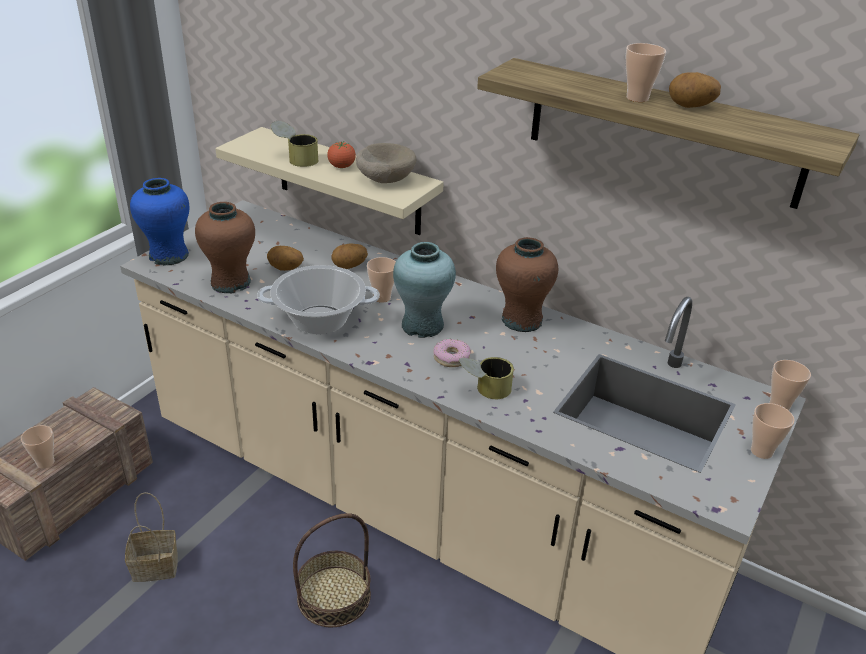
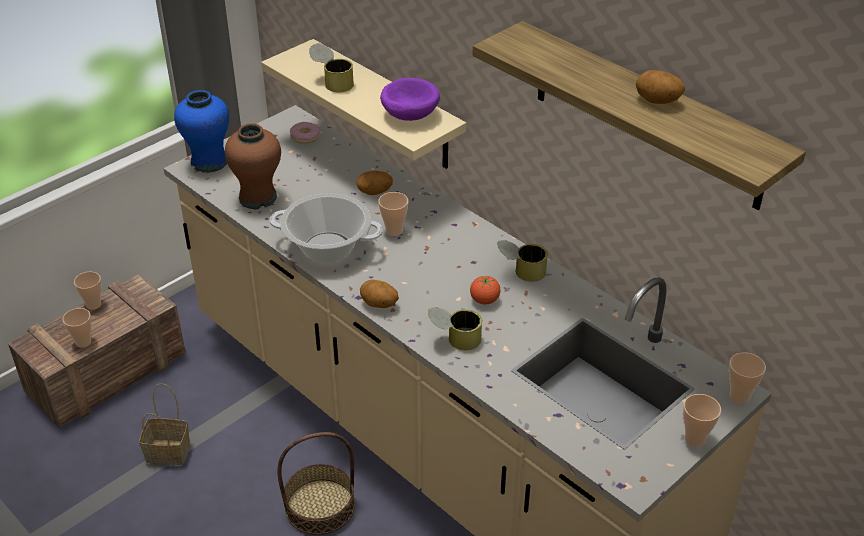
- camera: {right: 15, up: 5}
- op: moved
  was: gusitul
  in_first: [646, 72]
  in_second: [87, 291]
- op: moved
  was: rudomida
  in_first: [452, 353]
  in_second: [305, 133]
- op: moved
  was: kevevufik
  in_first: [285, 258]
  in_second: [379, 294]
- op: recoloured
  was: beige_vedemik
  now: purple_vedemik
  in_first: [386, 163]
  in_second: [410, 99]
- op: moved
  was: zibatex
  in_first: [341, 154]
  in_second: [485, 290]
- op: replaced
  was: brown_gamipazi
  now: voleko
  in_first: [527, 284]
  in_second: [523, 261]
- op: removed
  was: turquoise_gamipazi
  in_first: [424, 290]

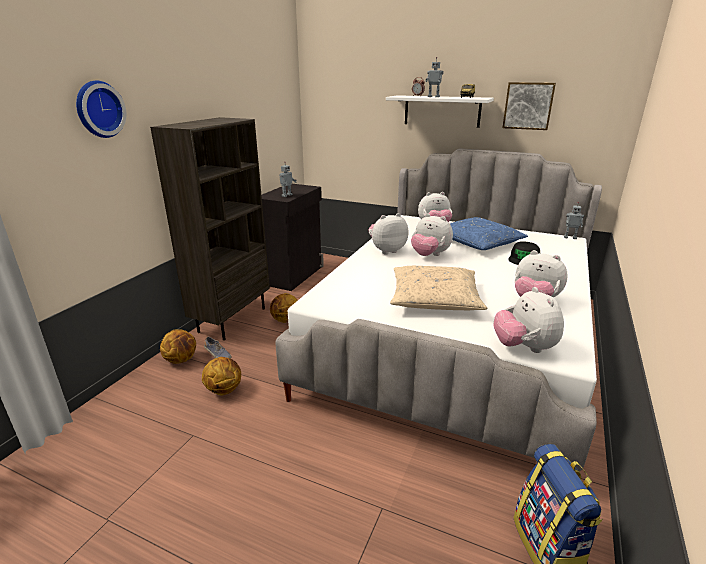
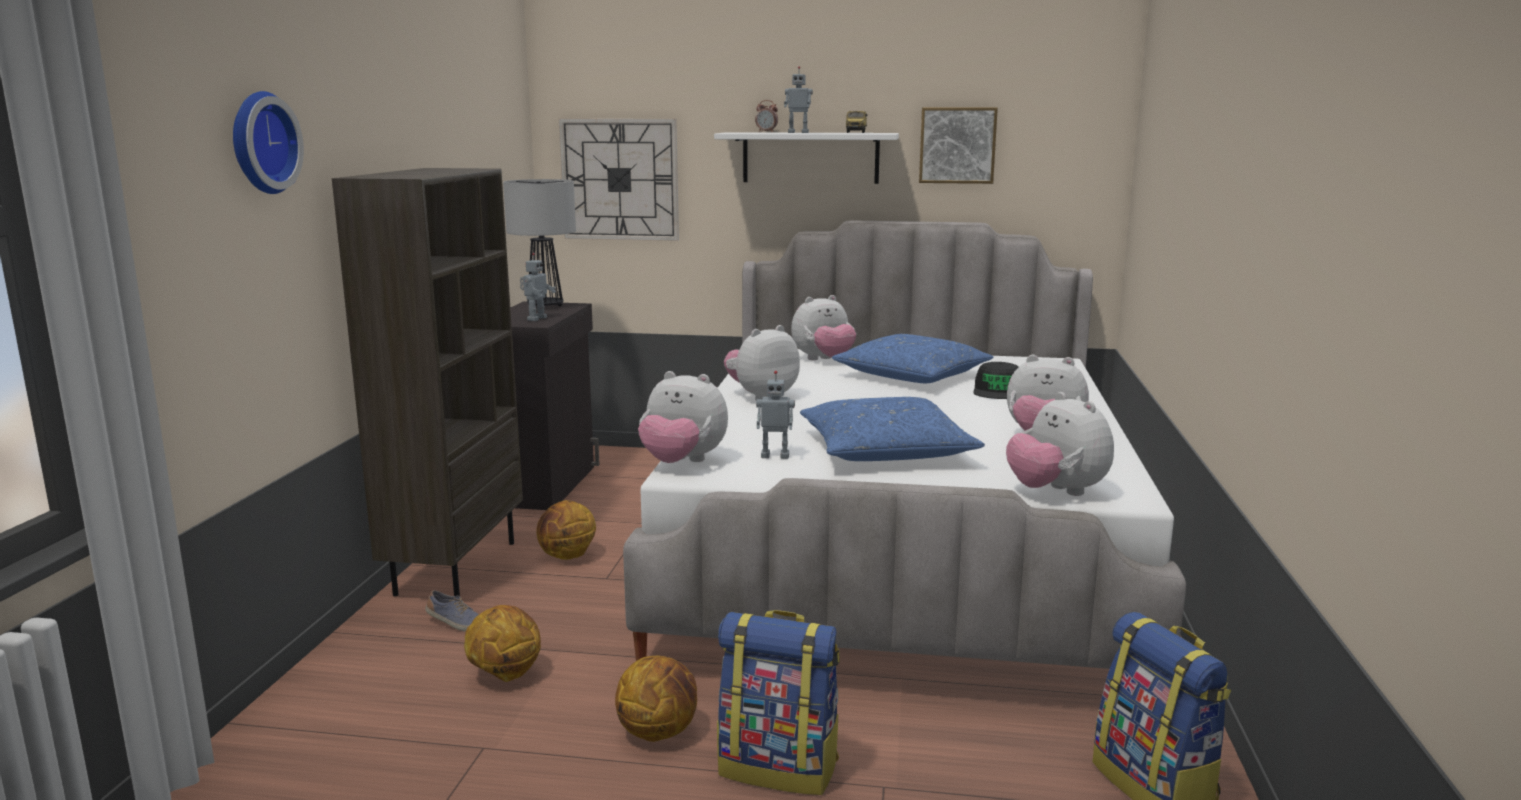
- camera: {right: -15, up: -10}
- op: added
  now: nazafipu
  in_second: [539, 242]
- op: added
  now: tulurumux
  in_second: [619, 180]
- op: moved
  was: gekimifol
  in_first: [178, 346]
  in_second: [656, 699]
- op: moved
  was: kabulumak
  in_first: [432, 234]
  in_second: [683, 417]
- op: added
  now: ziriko
  in_second: [778, 702]
- op: moved
  was: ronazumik
  in_first: [574, 220]
  in_second: [775, 415]
- op: recoloured
  was: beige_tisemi
  now: blue_tisemi
  in_first: [439, 288]
  in_second: [892, 429]

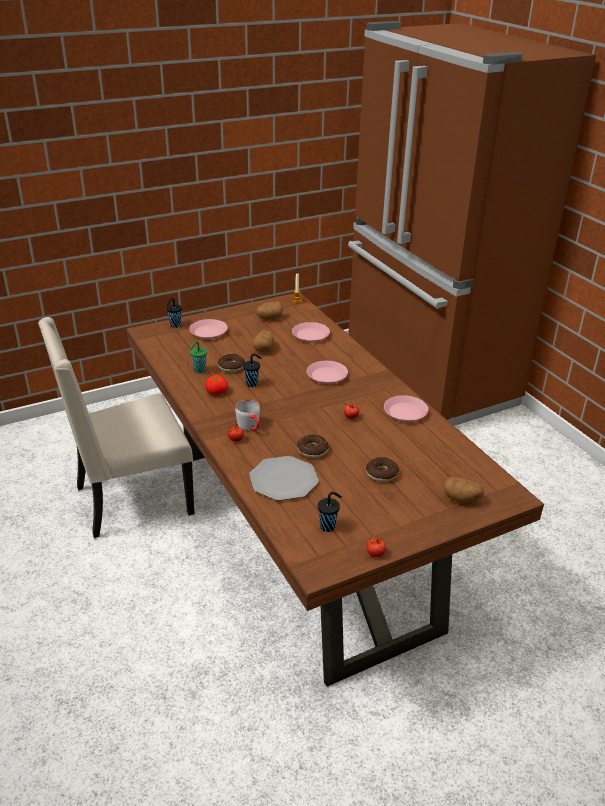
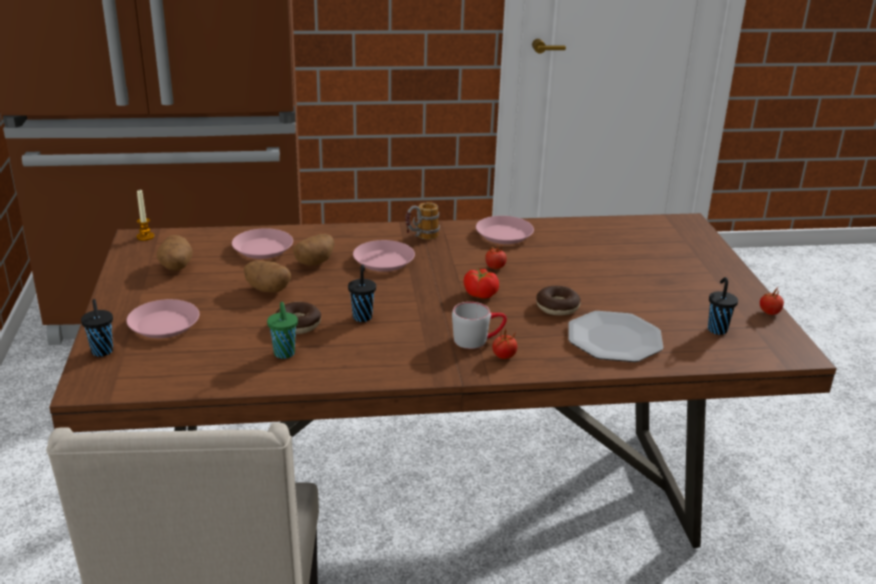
- camera: {right: -70, up: -5}
- op: moved
  was: kevevufik
  in_first: [463, 490]
  in_second: [314, 250]
- op: added
  now: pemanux
  in_second: [422, 221]
- op: moved
  was: zibatex
  in_first: [216, 384]
  in_second: [481, 284]
- op: removed
  was: rudomida
  in_first: [382, 469]

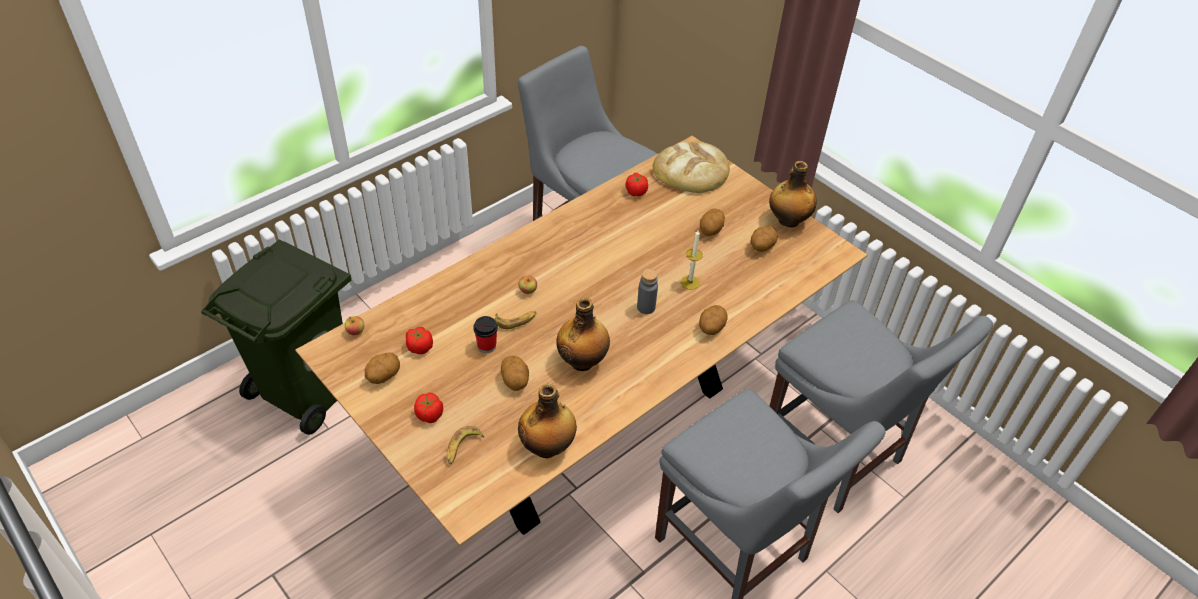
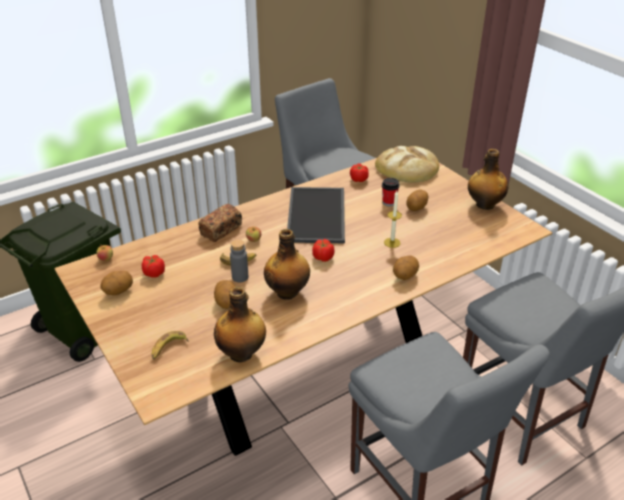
- camera: {right: 10, up: -10}
- op: added
  now: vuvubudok
  in_second: [220, 223]
- op: moved
  was: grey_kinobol
  in_first: [647, 291]
  in_second: [239, 260]
- op: added
  now: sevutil
  in_second: [316, 215]
- op: moved
  was: zibatex
  in_first: [428, 407]
  in_second: [323, 250]
- op: moved
  was: gusitul
  in_first: [485, 334]
  in_second: [391, 192]
- op: removed
  was: kevevufik
  in_first: [764, 239]

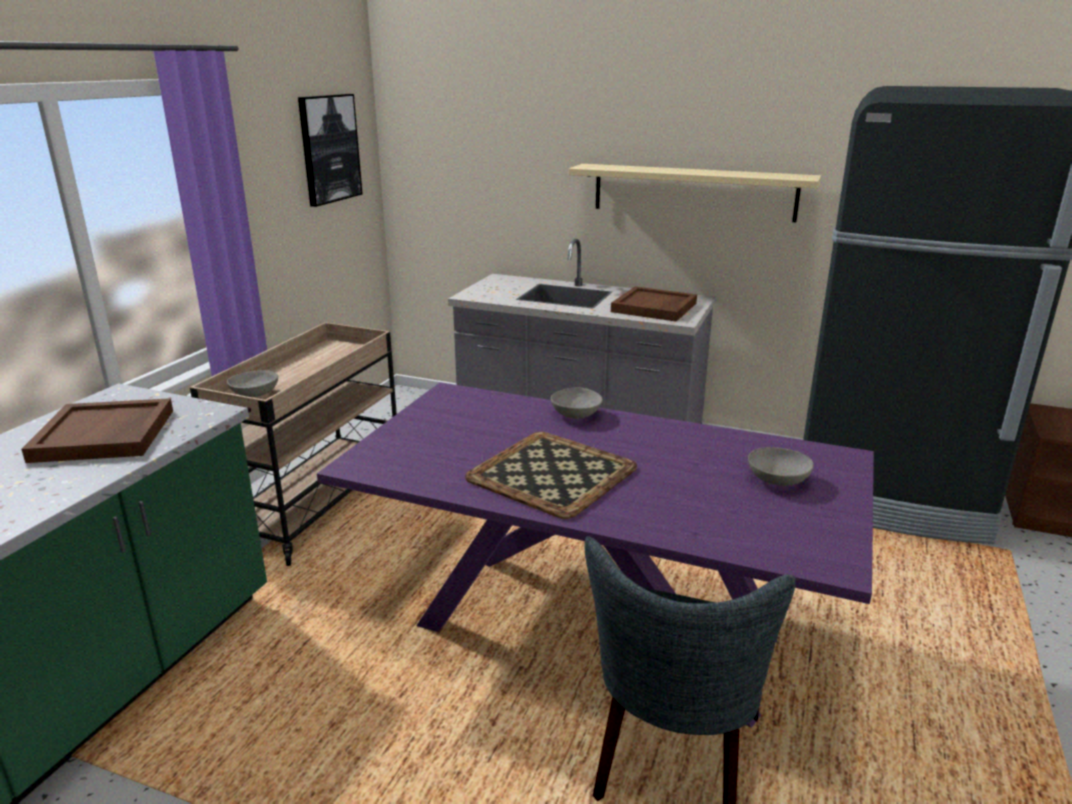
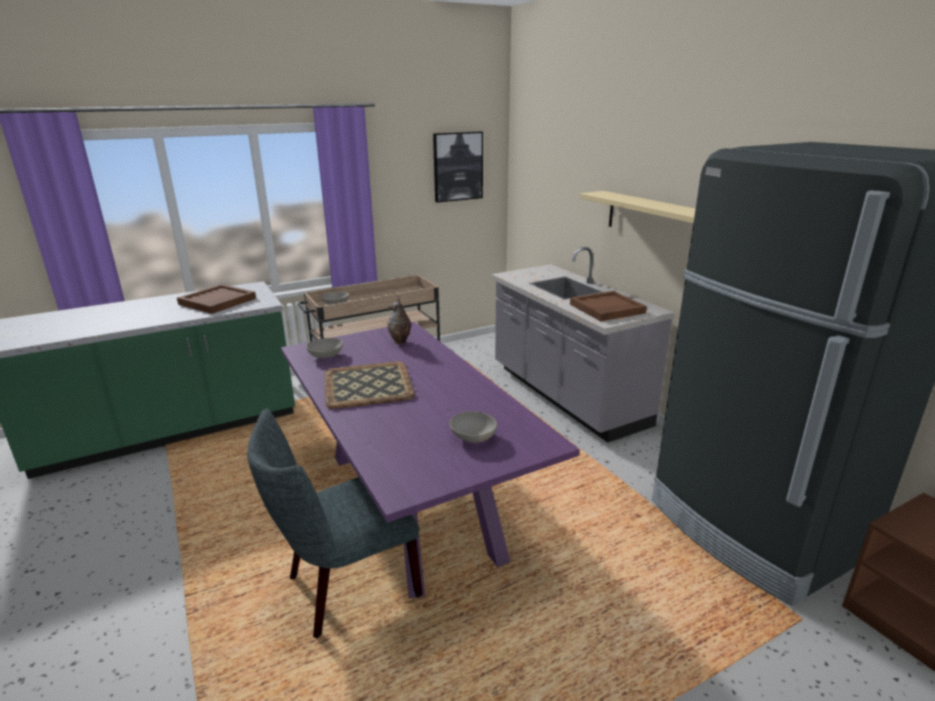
- camera: {right: 40, up: 0}
- op: moved
  was: grey_vedemik
  in_first: [577, 403]
  in_second: [324, 348]
- op: added
  now: gamipazi
  in_second: [399, 320]

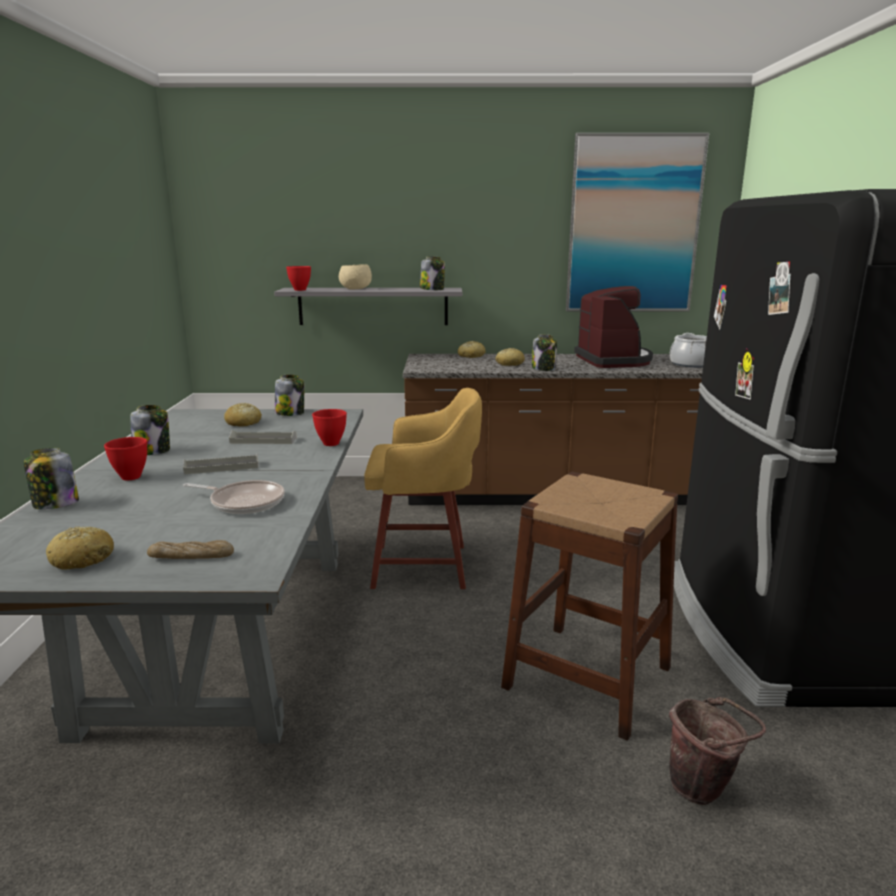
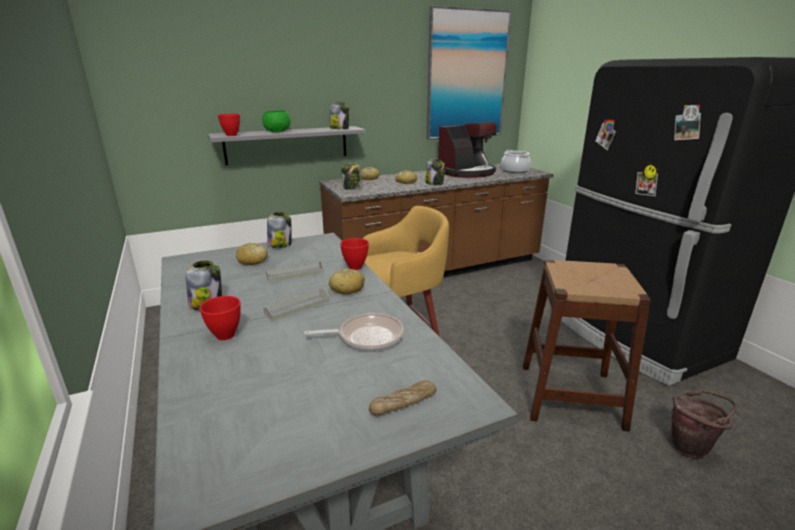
- camera: {right: -25, up: 5}
- op: recoloured
  was: beige_vedemik
  now: green_vedemik
  in_first: [355, 277]
  in_second: [276, 121]
- op: moved
  was: vuvubudok
  in_first: [80, 548]
  in_second: [347, 281]
- op: moved
  was: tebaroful
  in_first: [51, 478]
  in_second: [351, 176]
- op: turned
  was: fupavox
  in_first: [613, 327]
  in_second: [467, 150]
  clockwise: 90

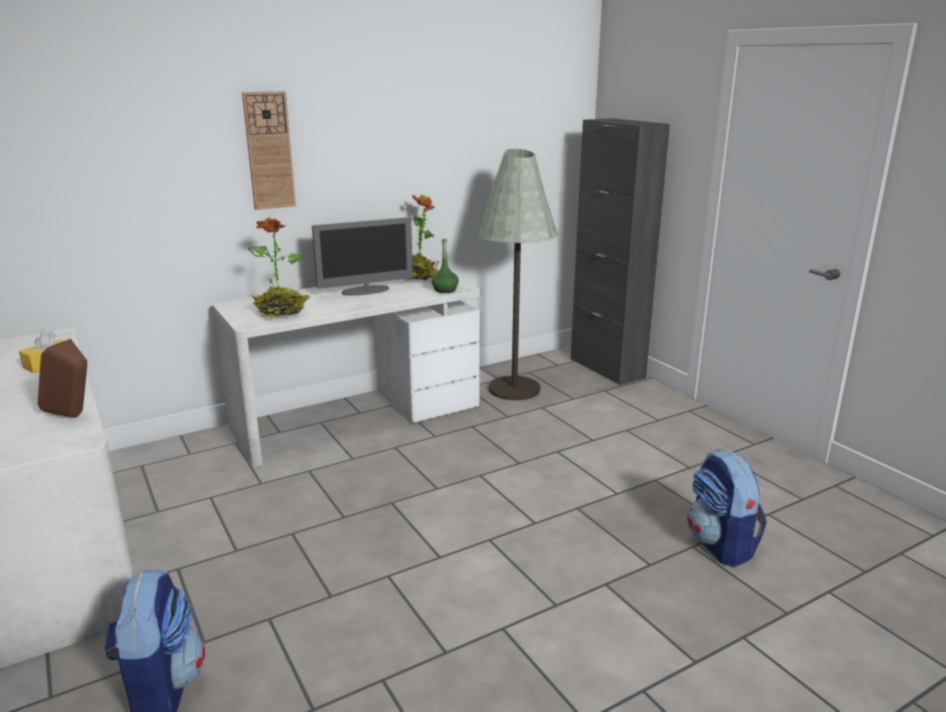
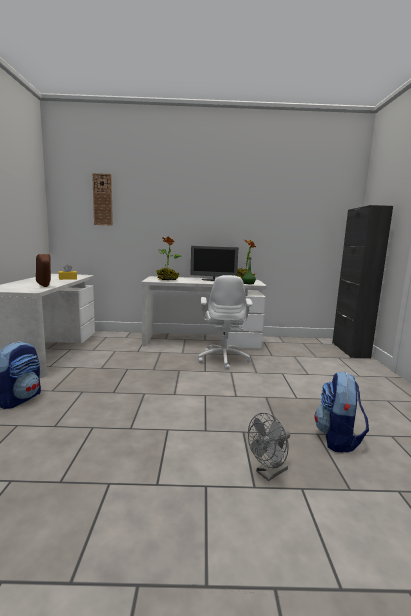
- camera: {right: 30, up: -10}
- op: moved
  was: tulurumux
  in_first: [269, 150]
  in_second: [102, 199]
- op: added
  now: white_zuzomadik
  in_second: [225, 322]
- op: added
  now: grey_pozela
  in_second: [269, 447]
- op: removed
  was: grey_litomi
  in_first: [518, 274]

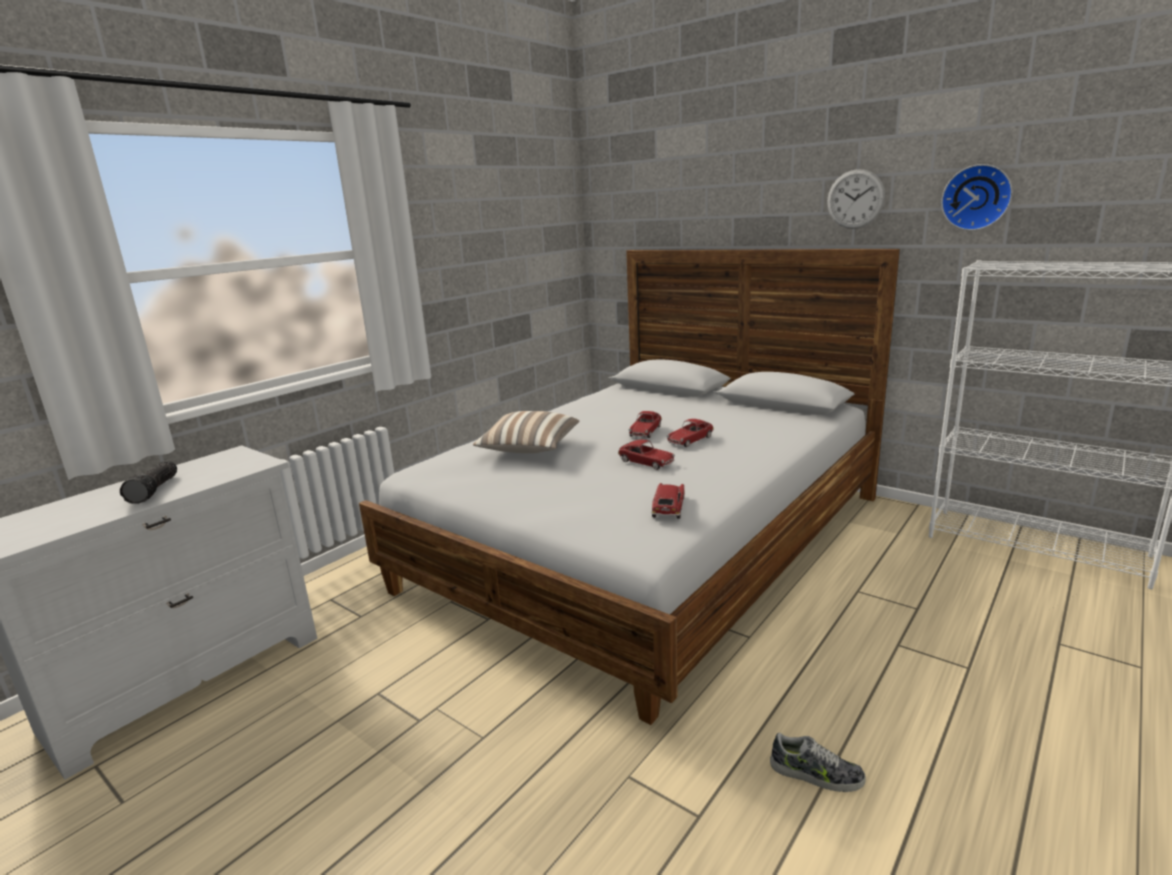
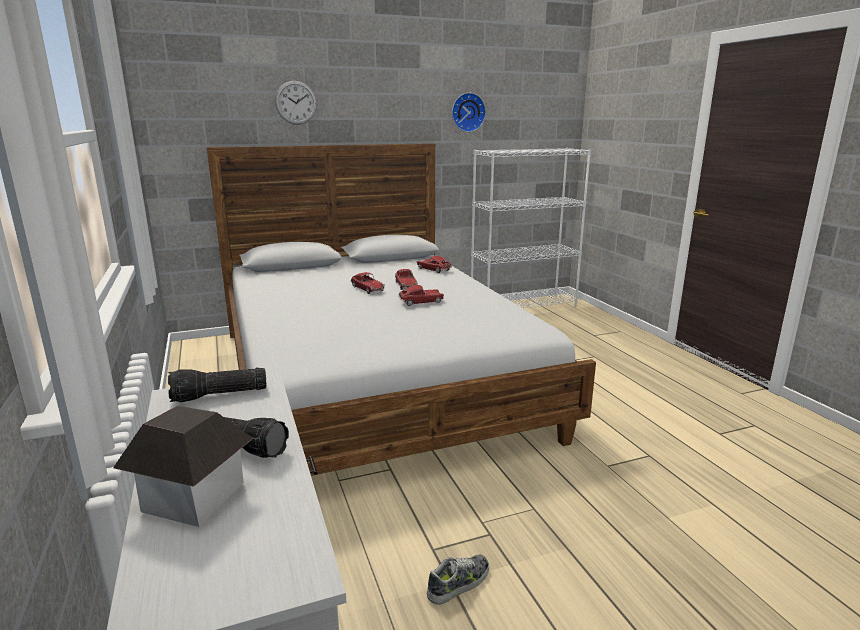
- camera: {right: -60, up: 0}
- op: added
  now: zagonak
  in_second: [183, 466]
- op: added
  now: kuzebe
  in_second: [217, 385]
- op: moved
  was: tulurumux
  in_first: [856, 199]
  in_second: [296, 103]
- op: moved
  was: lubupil
  in_first: [668, 501]
  in_second: [434, 264]
- op: moved
  was: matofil
  in_first: [818, 762]
  in_second: [458, 579]
- op: removed
  was: tisemi
  in_first: [526, 432]

